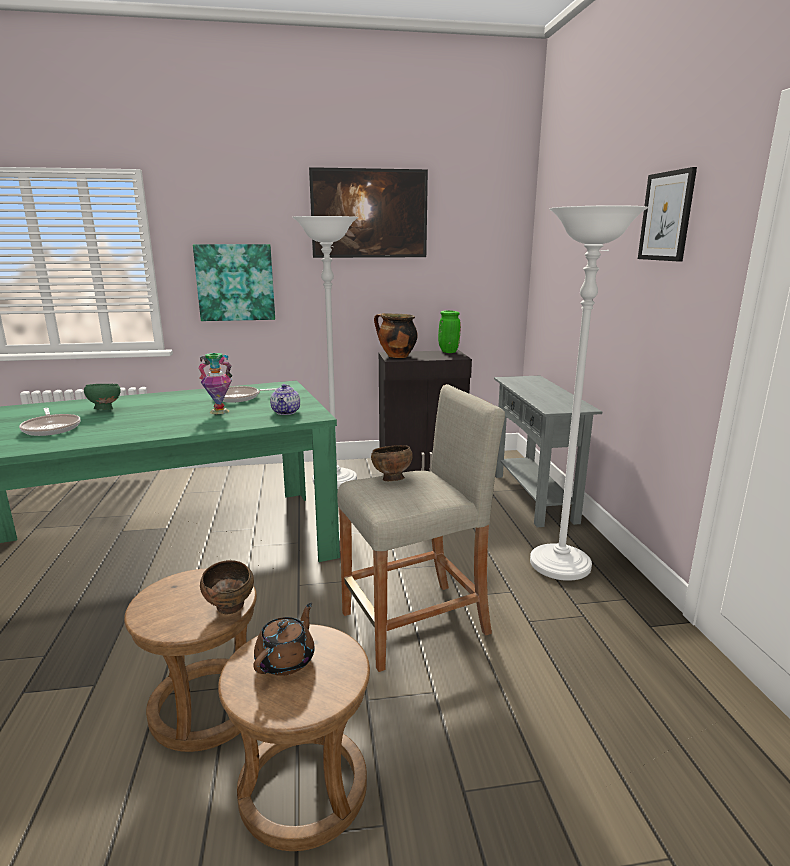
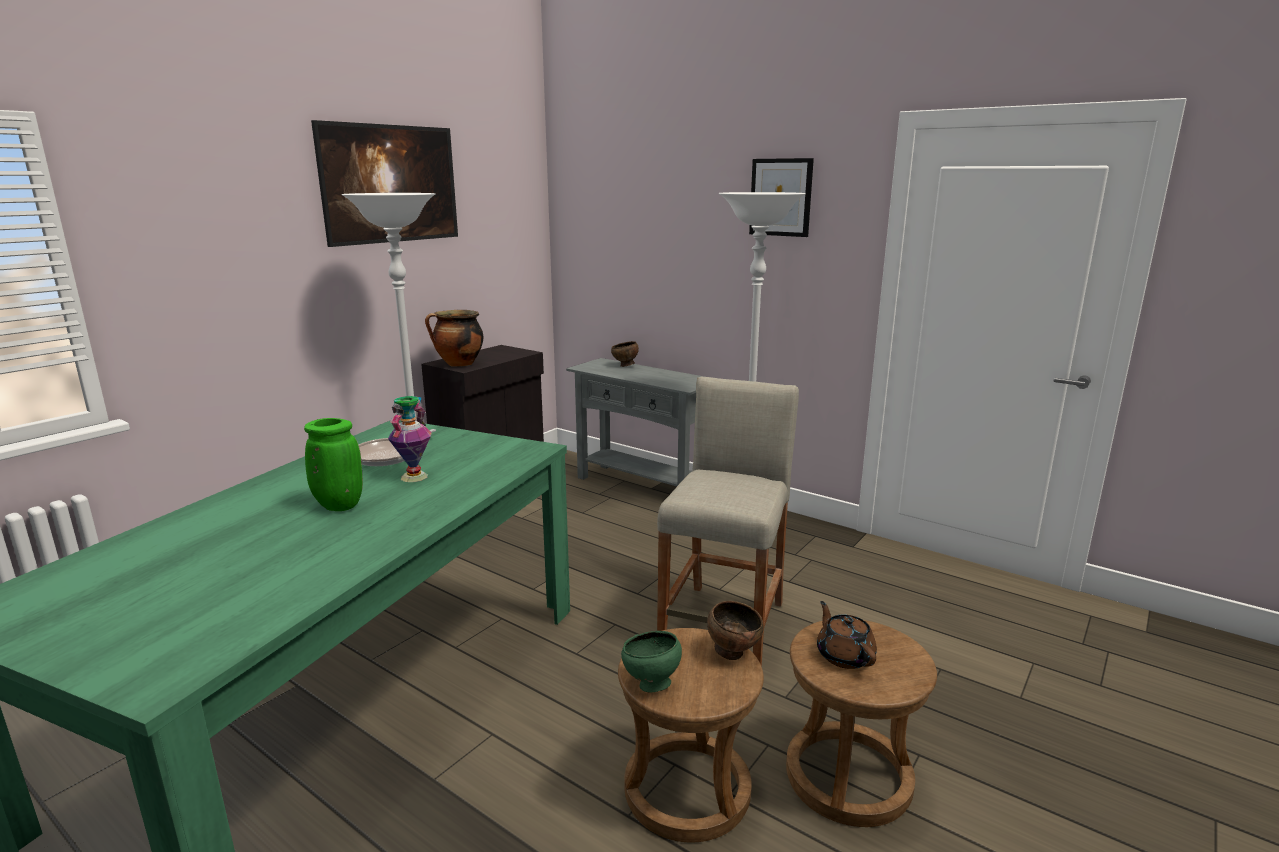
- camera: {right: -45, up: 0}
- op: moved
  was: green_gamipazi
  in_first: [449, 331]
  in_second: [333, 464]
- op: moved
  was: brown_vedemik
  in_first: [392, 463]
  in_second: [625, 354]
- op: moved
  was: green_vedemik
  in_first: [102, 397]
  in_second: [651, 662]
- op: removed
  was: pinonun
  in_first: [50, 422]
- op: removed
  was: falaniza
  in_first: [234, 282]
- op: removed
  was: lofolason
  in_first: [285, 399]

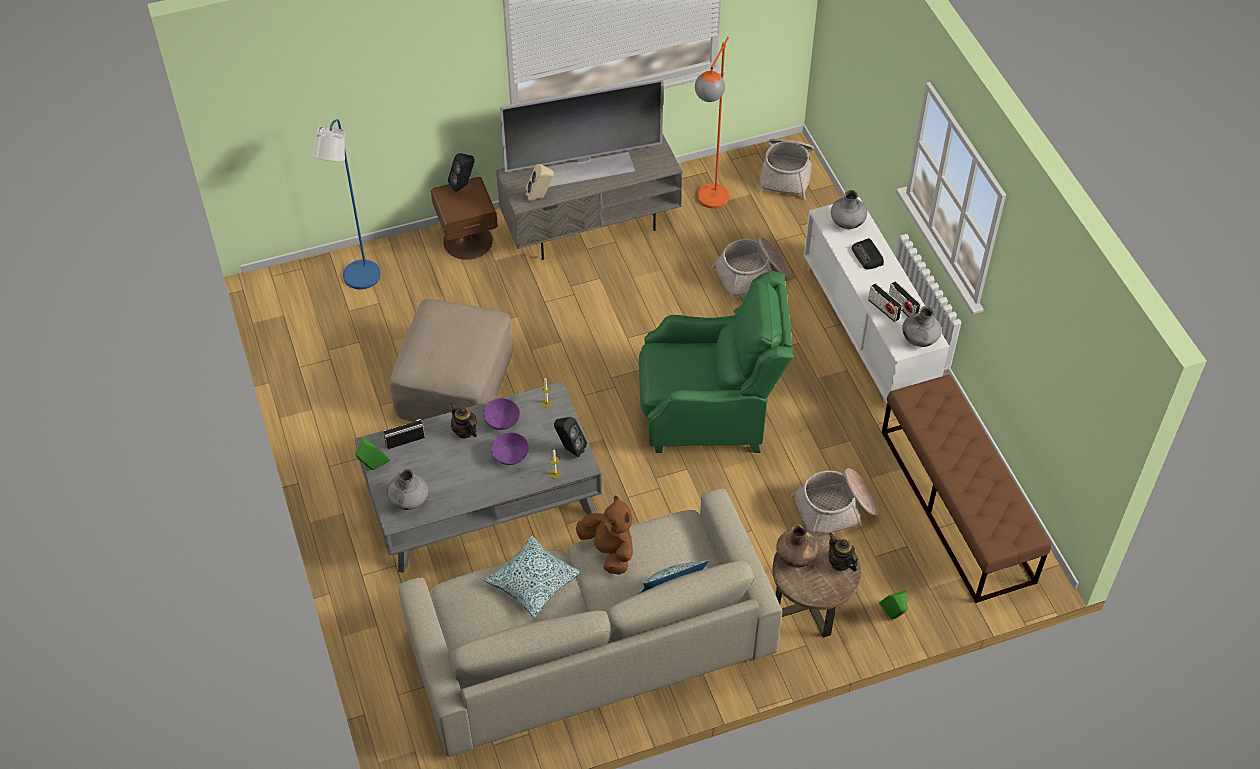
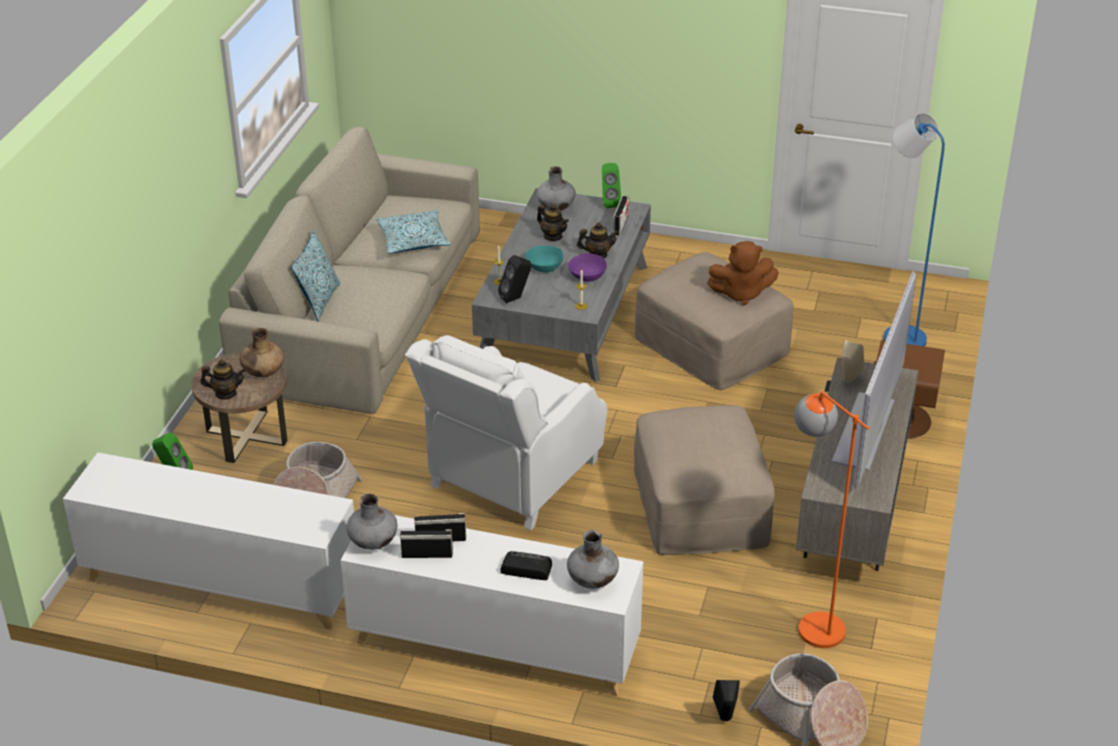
- camera: {right: 125, up: -15}
- op: replaced
  was: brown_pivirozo
  now: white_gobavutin
  in_first: [966, 489]
  in_second: [208, 541]
- op: recoloured
  was: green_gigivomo
  now: white_gigivomo
  in_first: [716, 362]
  in_second: [506, 433]
- op: recoloured
  was: purple_vedemik
  now: turquoise_vedemik
  in_first: [510, 449]
  in_second: [544, 259]
- op: added
  now: lofolason
  in_second: [553, 222]
- op: added
  now: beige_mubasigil
  in_second: [704, 480]
- op: moved
  was: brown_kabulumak
  in_first: [604, 535]
  in_second: [743, 273]
- op: moved
  was: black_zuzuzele
  in_first: [461, 172]
  in_second: [726, 700]
- op: removed
  was: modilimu
  in_first: [751, 269]

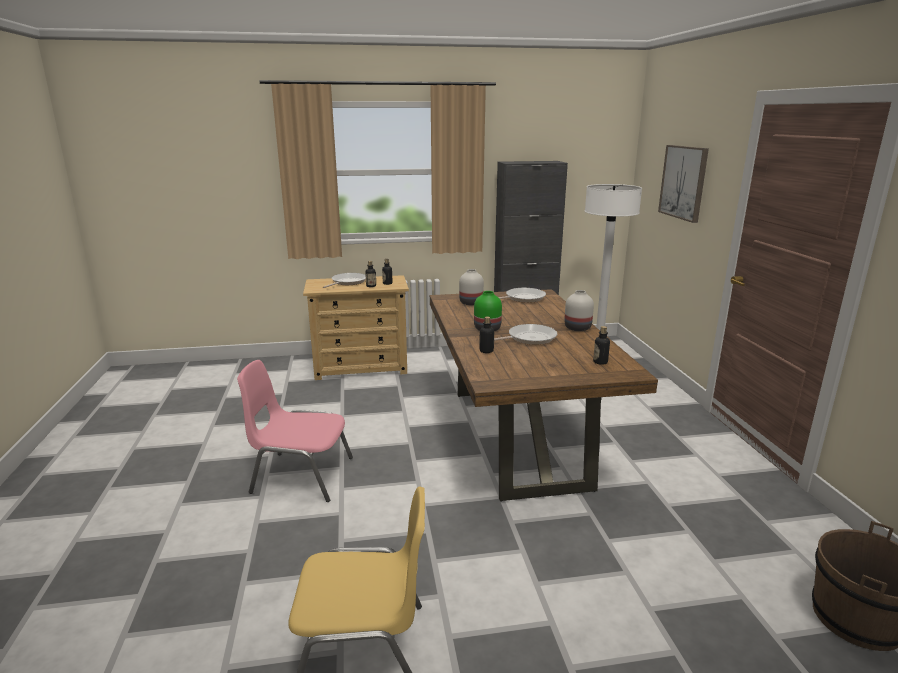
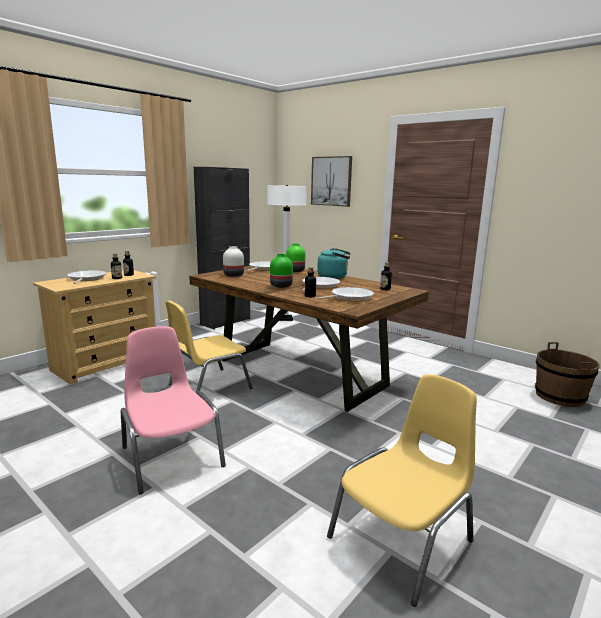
- camera: {right: -40, up: -5}
- op: turned
  was: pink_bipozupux
  in_first: [295, 431]
  in_second: [173, 410]
  clockwise: 90
- op: added
  now: yellow_bipozupux
  in_second: [209, 345]
- op: added
  now: green_gamipazi
  in_second: [296, 257]
- op: added
  now: pinonun
  in_second: [344, 294]
- op: replaced
  was: white_gamipazi
  now: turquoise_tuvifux
  in_first: [579, 310]
  in_second: [333, 263]

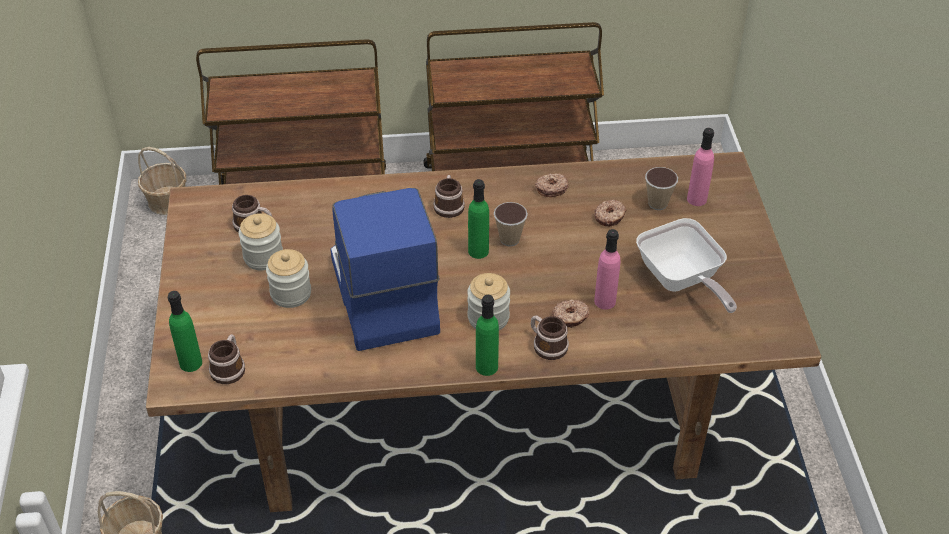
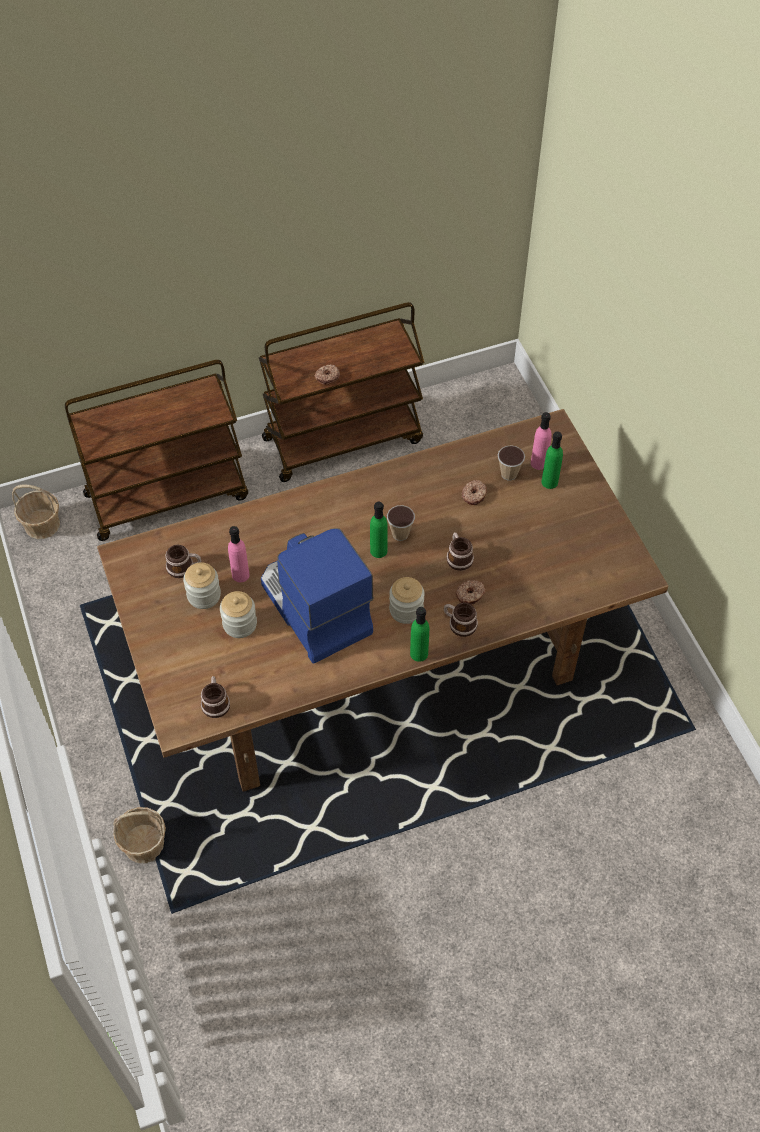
- camera: {right: -15, up: 10}
- op: moved
  was: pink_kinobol
  in_first: [607, 269]
  in_second: [239, 554]
- op: moved
  was: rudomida
  in_first: [552, 185]
  in_second: [327, 374]
- op: moved
  was: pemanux
  in_first: [449, 196]
  in_second: [460, 551]
- op: moved
  was: green_kinobol
  in_first: [184, 331]
  in_second: [552, 460]
- op: removed
  was: pinonun
  in_first: [686, 265]

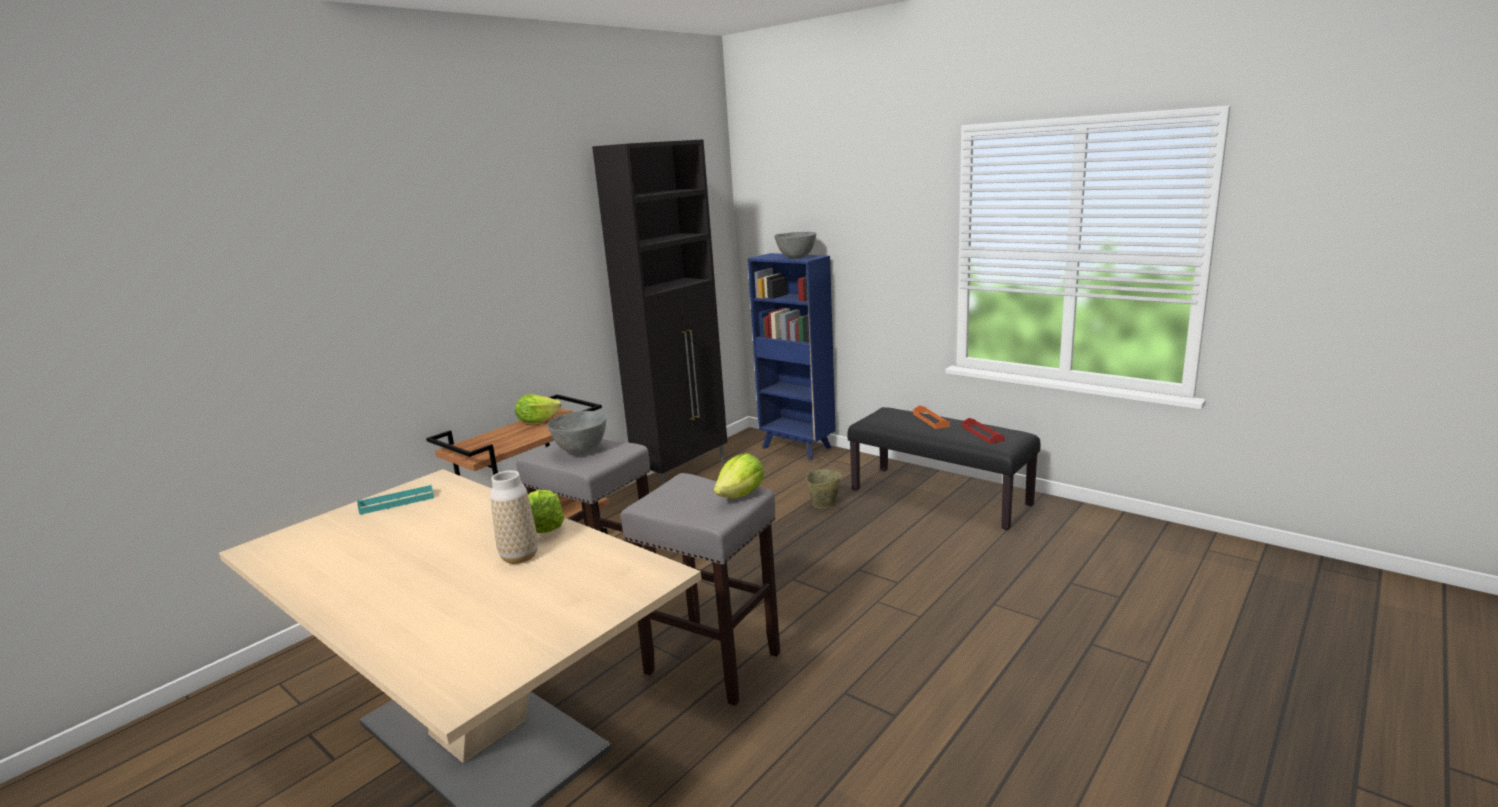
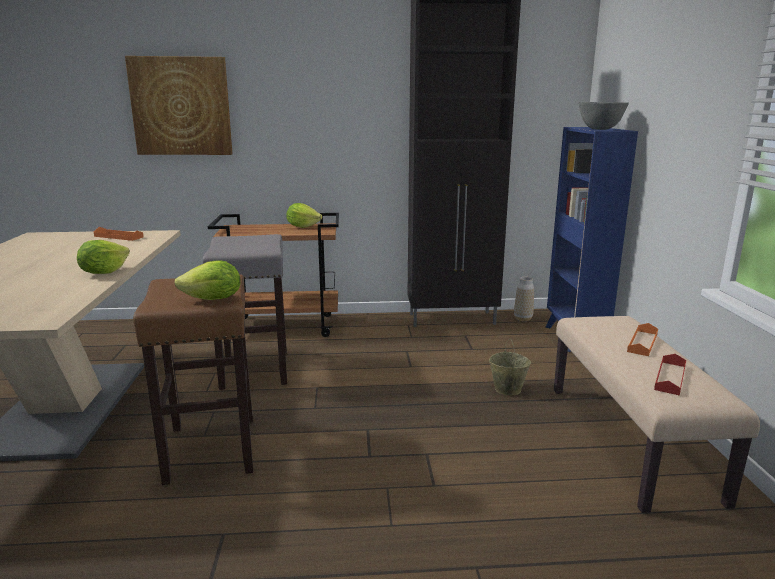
- camera: {right: 45, up: 0}
- op: recoloured
  was: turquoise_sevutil
  now: orange_sevutil
  in_first: [395, 500]
  in_second: [119, 234]
- op: added
  now: falaniza
  in_second: [179, 105]
- op: recoloured
  was: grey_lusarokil
  now: brown_lusarokil
  in_first: [700, 589]
  in_second: [193, 379]
- op: moved
  was: gamipazi
  in_first: [514, 517]
  in_second: [524, 299]
- op: recoloured
  was: black_pivirozo
  now: beige_pivirozo
  in_first: [944, 468]
  in_second: [657, 414]
- op: removed
  was: grey_vedemik
  in_first: [577, 432]

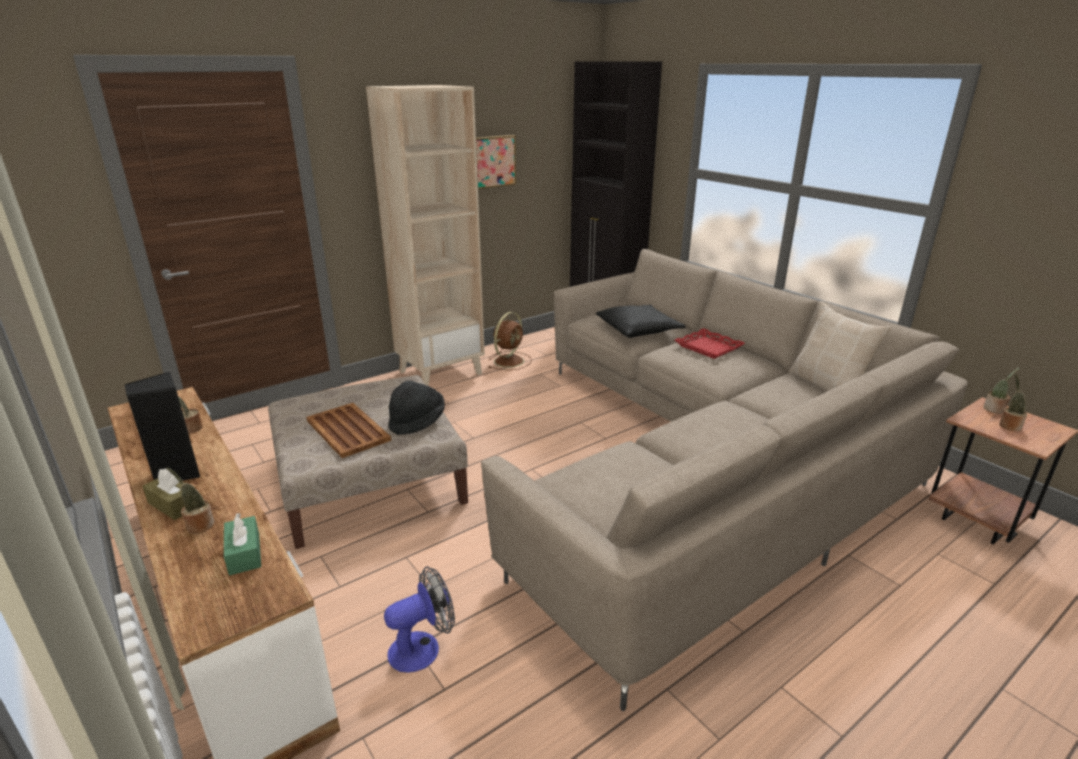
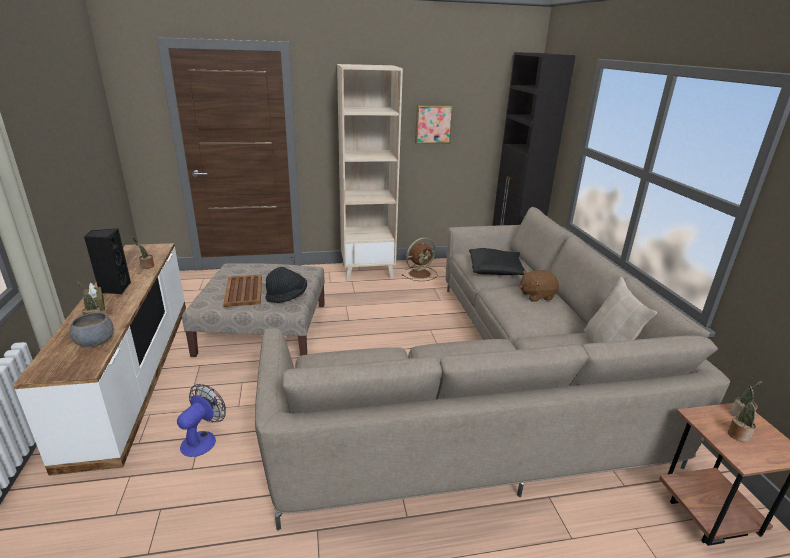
- camera: {right: 25, up: 0}
- op: replaced
  was: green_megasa
  now: grey_vedemik
  in_first: [242, 544]
  in_second: [92, 329]
- op: turned
  was: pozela
  in_first: [419, 619]
  in_second: [201, 420]
  clockwise: -60
- op: replaced
  was: red_sevutil
  now: brown_kabulumak
  in_first: [710, 343]
  in_second: [539, 286]

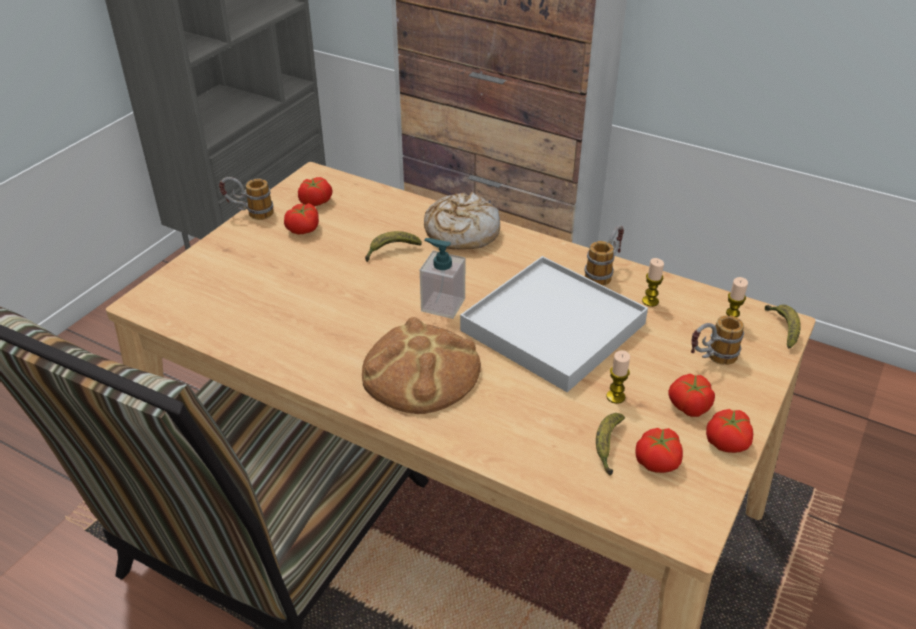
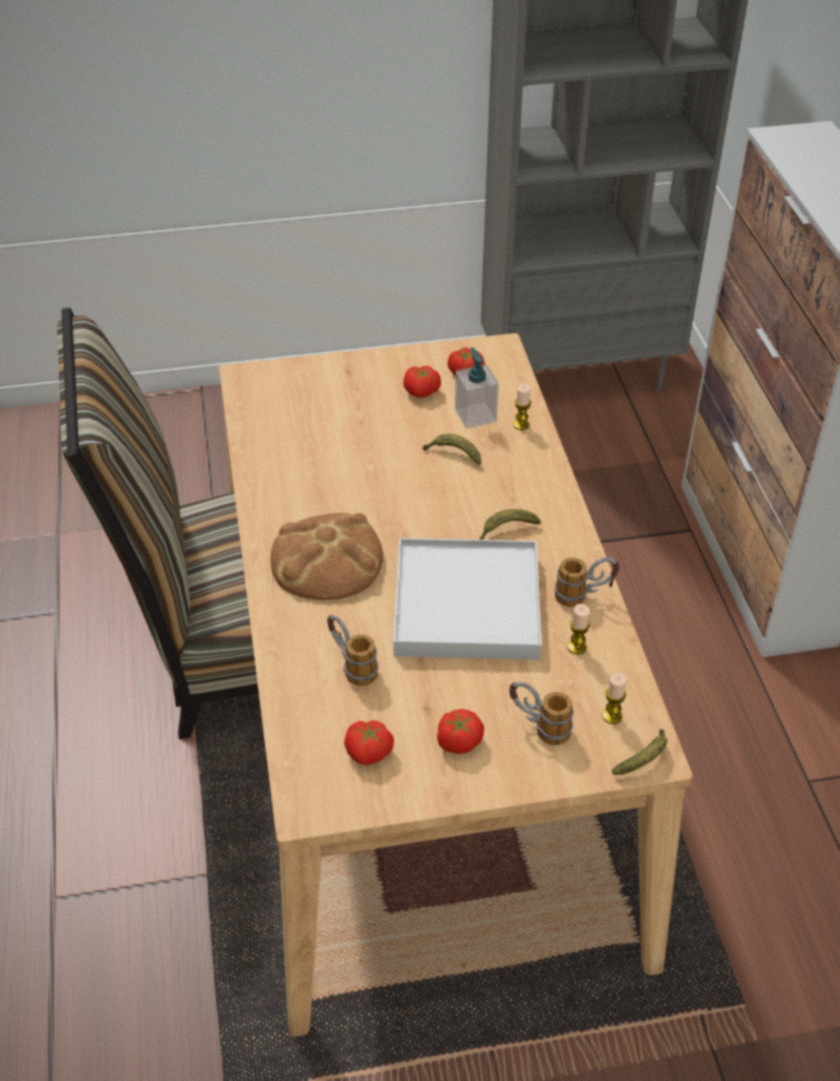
- camera: {right: 50, up: 5}
- op: moved
  was: pemanux
  in_first: [246, 198]
  in_second: [352, 650]
- op: moved
  was: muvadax
  in_first: [442, 278]
  in_second: [477, 388]
- op: moved
  was: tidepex
  in_first: [610, 444]
  in_second: [510, 524]
- op: moved
  was: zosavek
  in_first: [618, 377]
  in_second: [522, 407]
- op: removed
  was: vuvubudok
  in_first: [462, 220]
- op: removed
  was: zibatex
  in_first: [729, 431]

